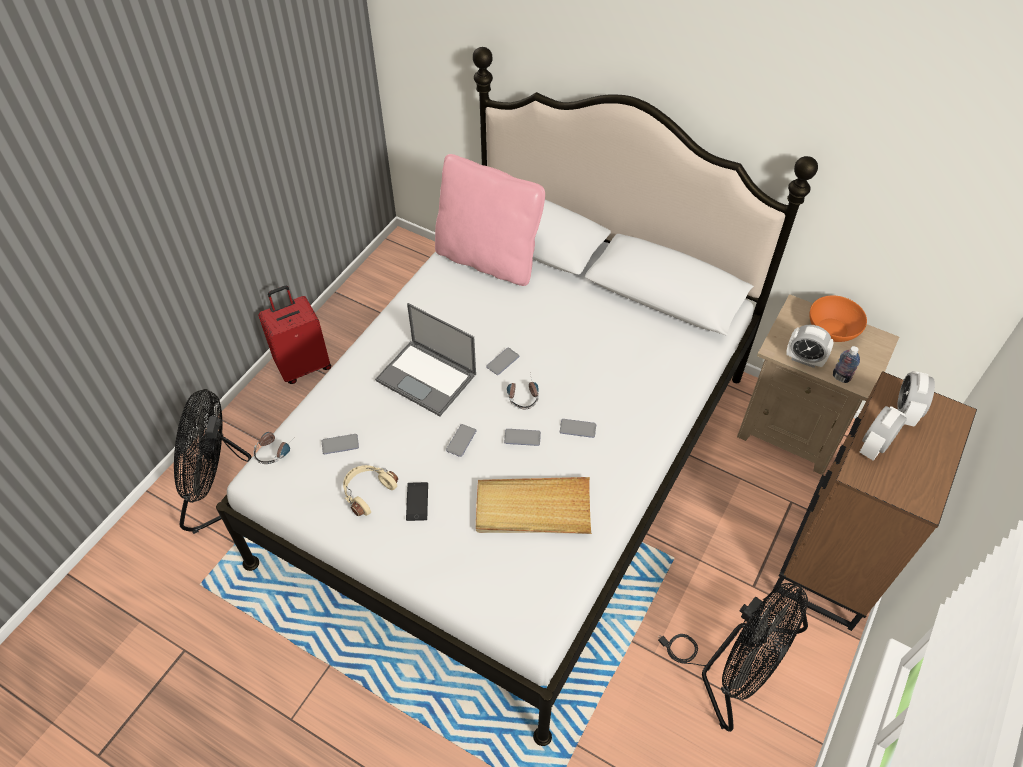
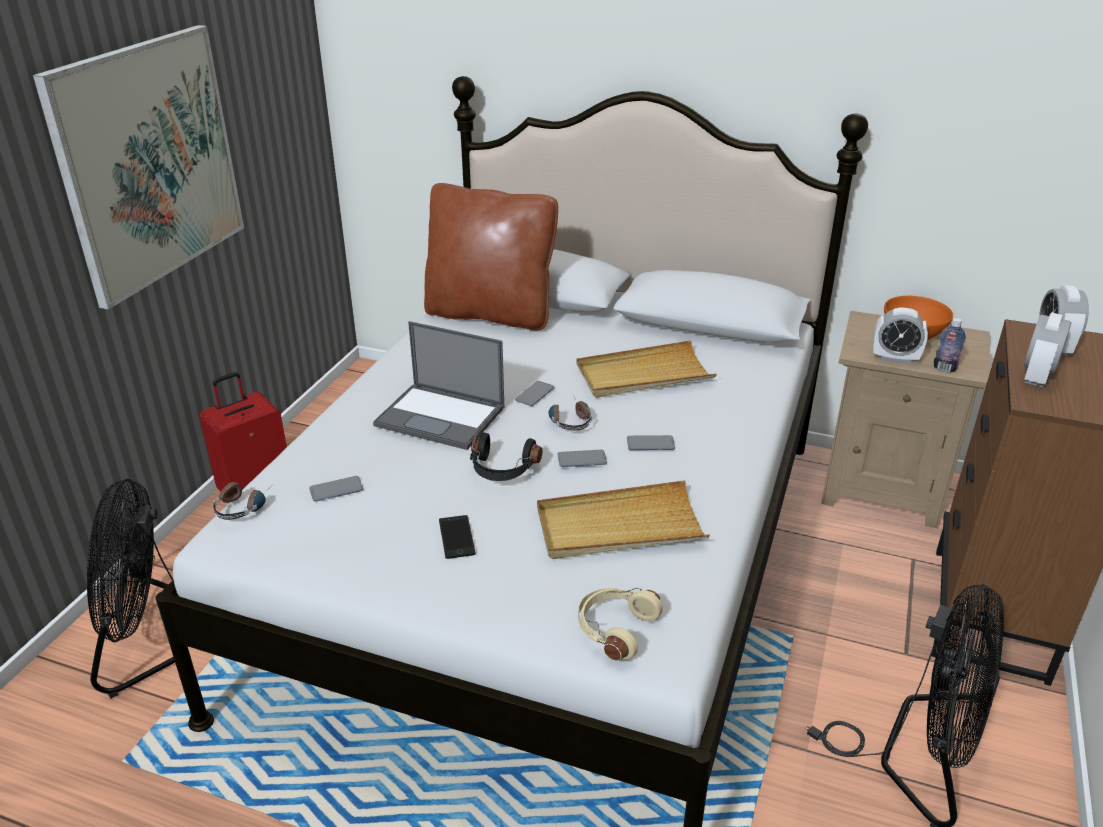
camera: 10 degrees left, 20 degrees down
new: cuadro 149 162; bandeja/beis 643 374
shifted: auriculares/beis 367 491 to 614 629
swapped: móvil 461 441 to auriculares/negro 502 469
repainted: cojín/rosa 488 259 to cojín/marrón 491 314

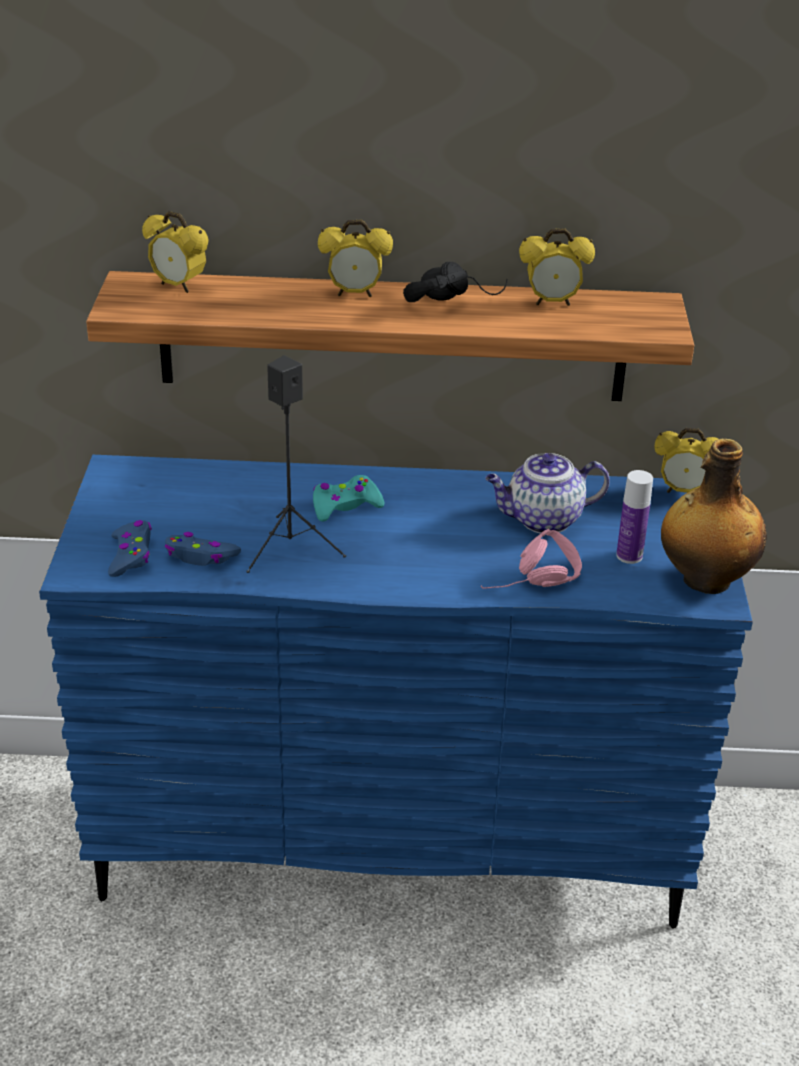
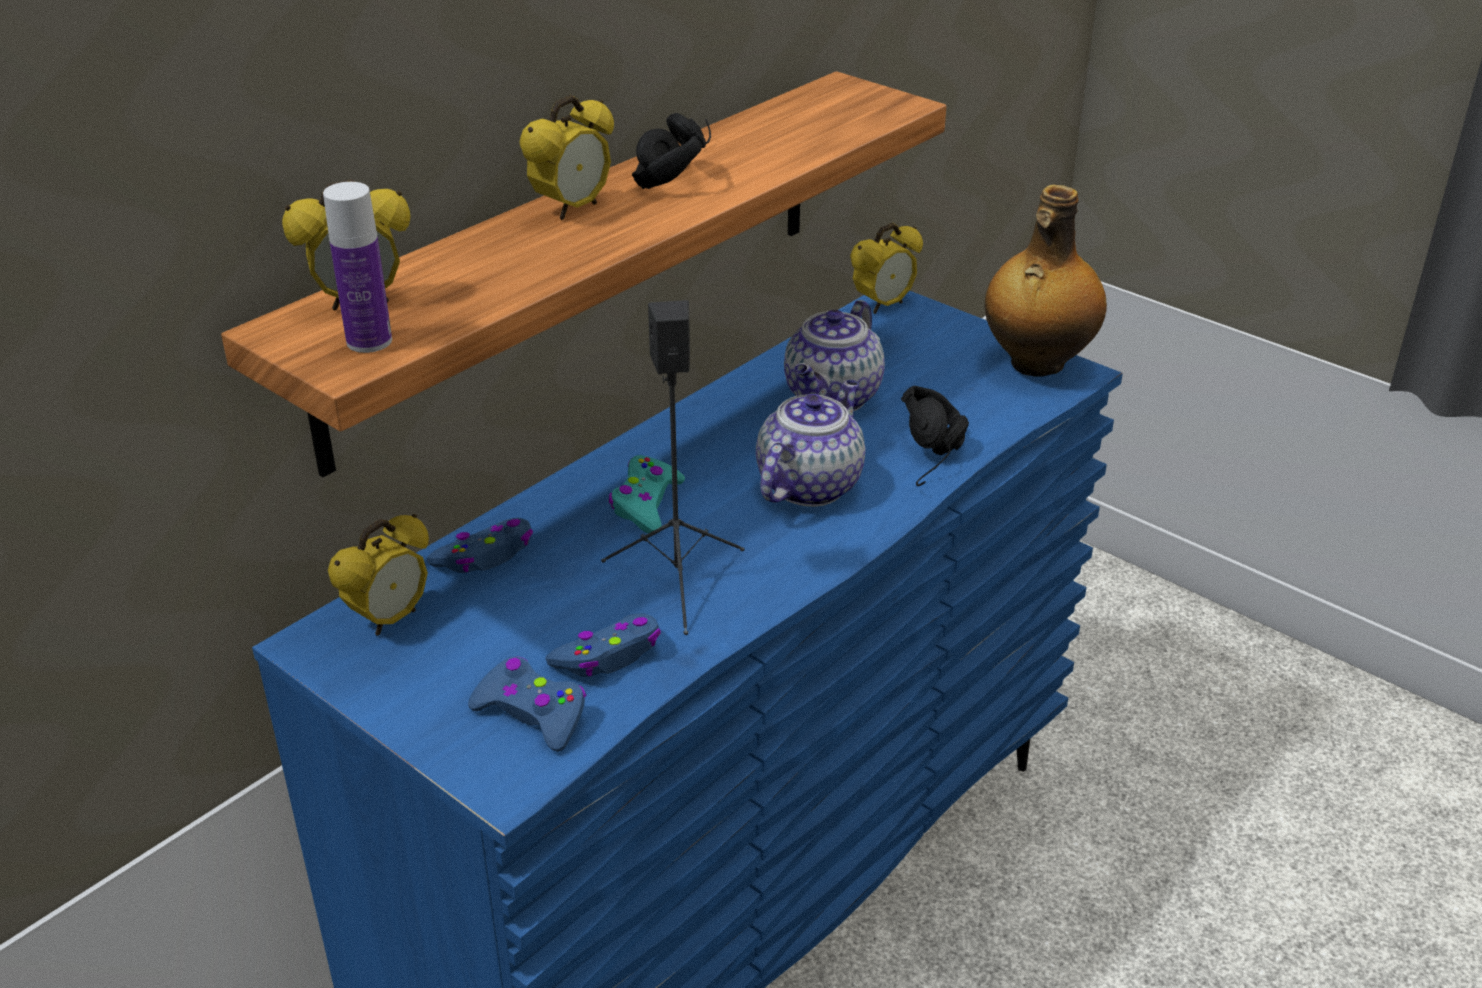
camera: 50 degrees left, 0 degrees up
new: tetera 809 484; mando de consola/azul 486 556
shifted: despertador 552 303 to 390 619; botella 629 556 to 369 341
repainted: auriculares/rosa 533 586 to auriculares/negro 939 457

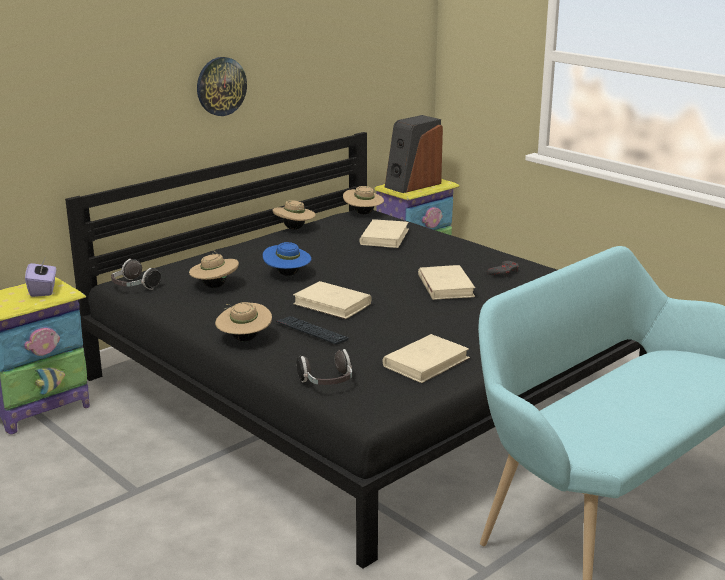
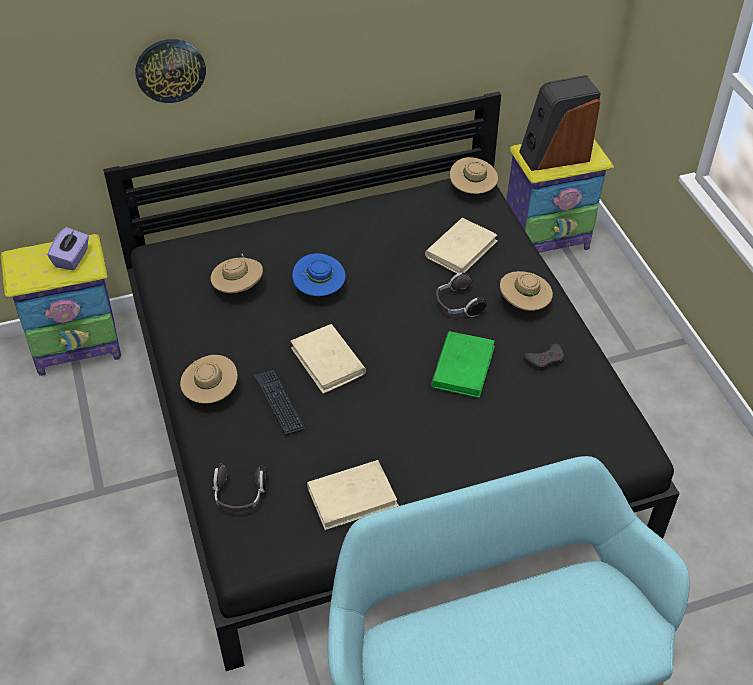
camera: 25 degrees right, 25 degrees up
shifted: reloj de pared 221 86 to 170 70; sombrero/beis 294 229 to 524 304; auriculares 134 287 to 457 305
repainted: libro/beis 445 286 to libro/verde 463 367

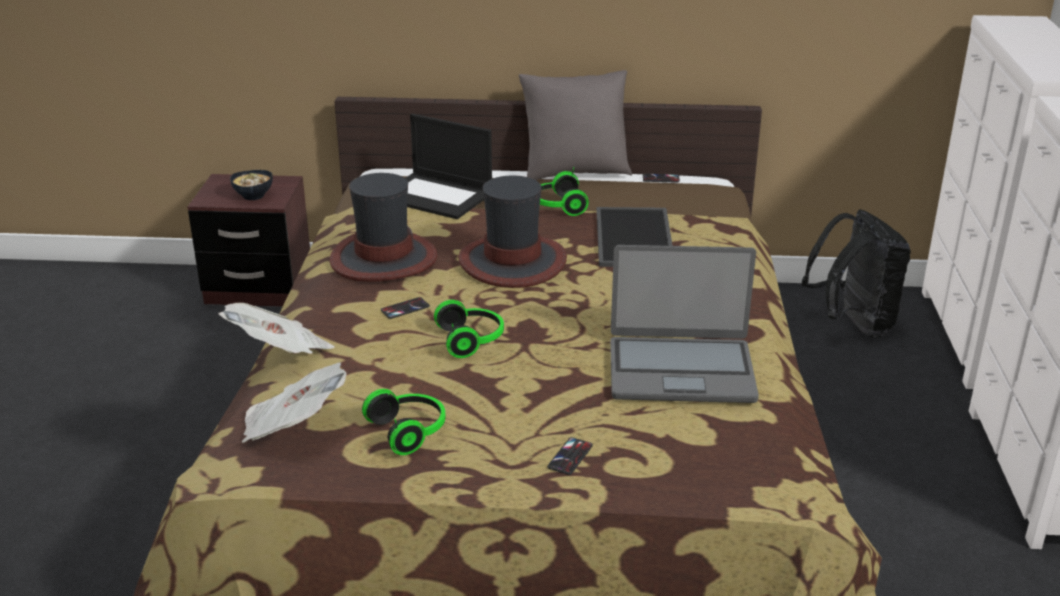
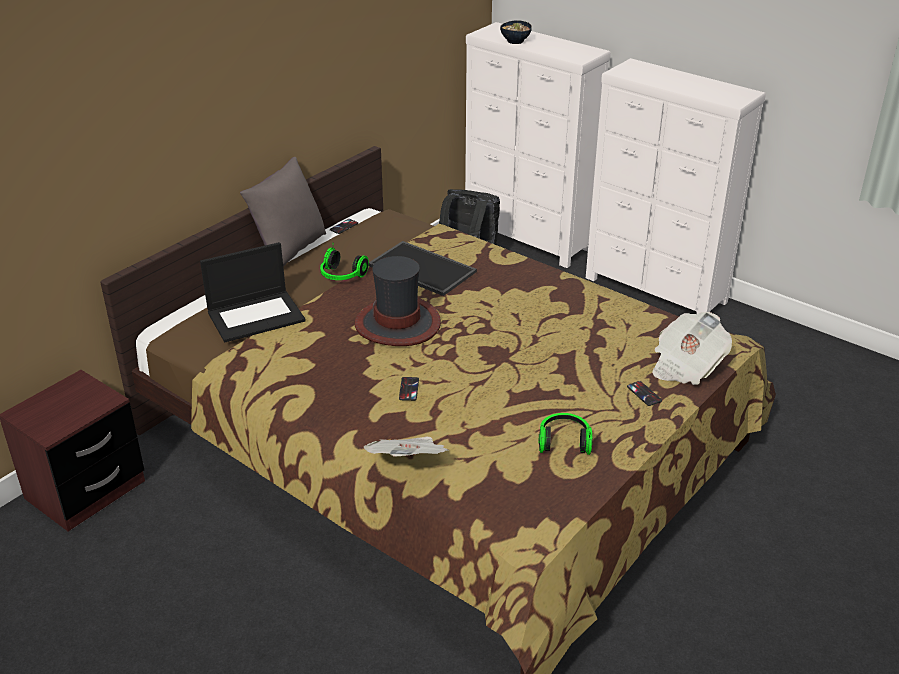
camera: 55 degrees left, 5 degrees up
gone: sombrero 383 259; portátil 681 370; auriculares 472 340
shifted: cuenco 254 196 to 516 41; periódico 293 427 to 686 365

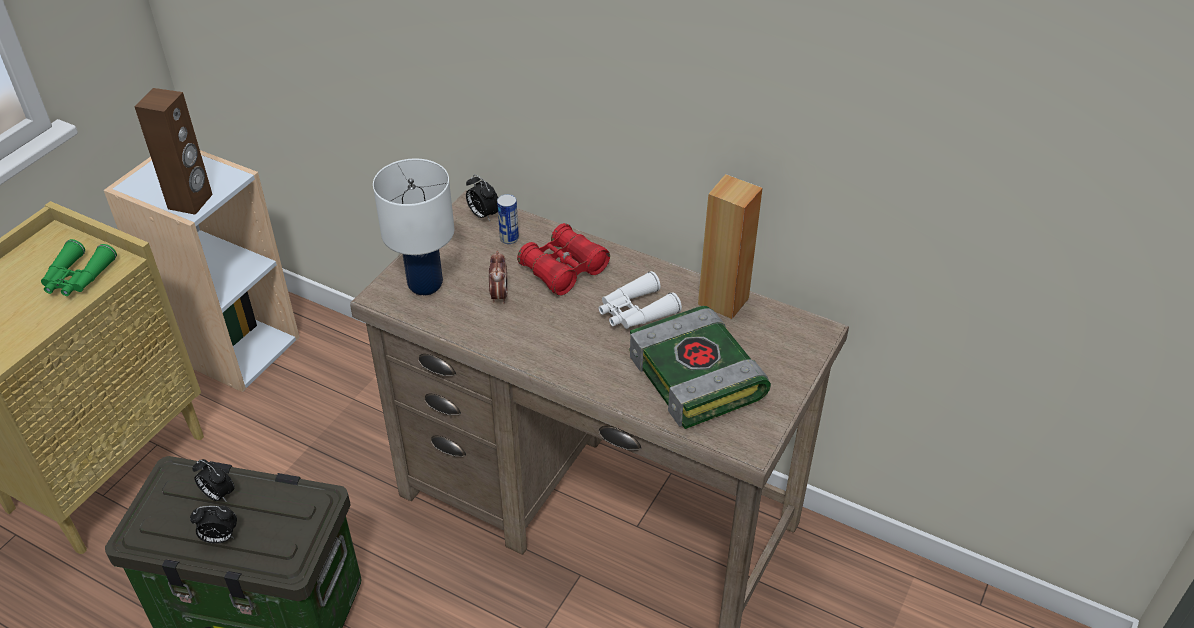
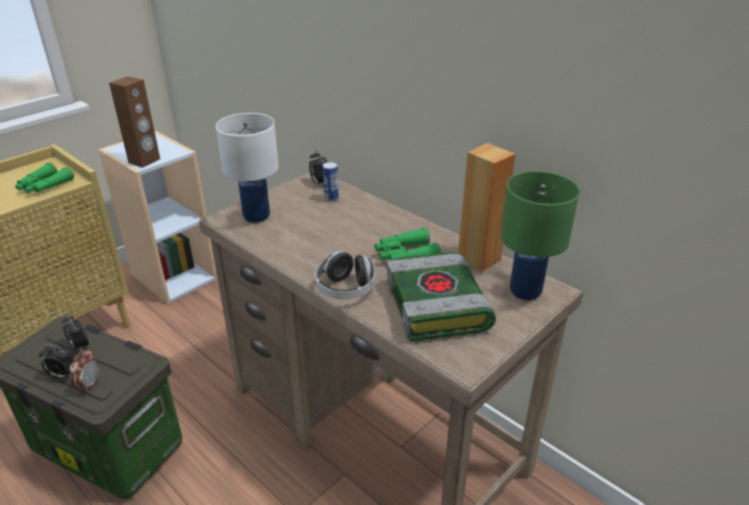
camera: 15 degrees right, 10 degrees down
gone: prismáticos/rojo 563 269
new: lámpara de mesa/verde 524 293; auriculares 346 289
shifted: despertador 499 295 to 89 384
repainted: prismáticos/blanco 635 312 to prismáticos/verde 405 255

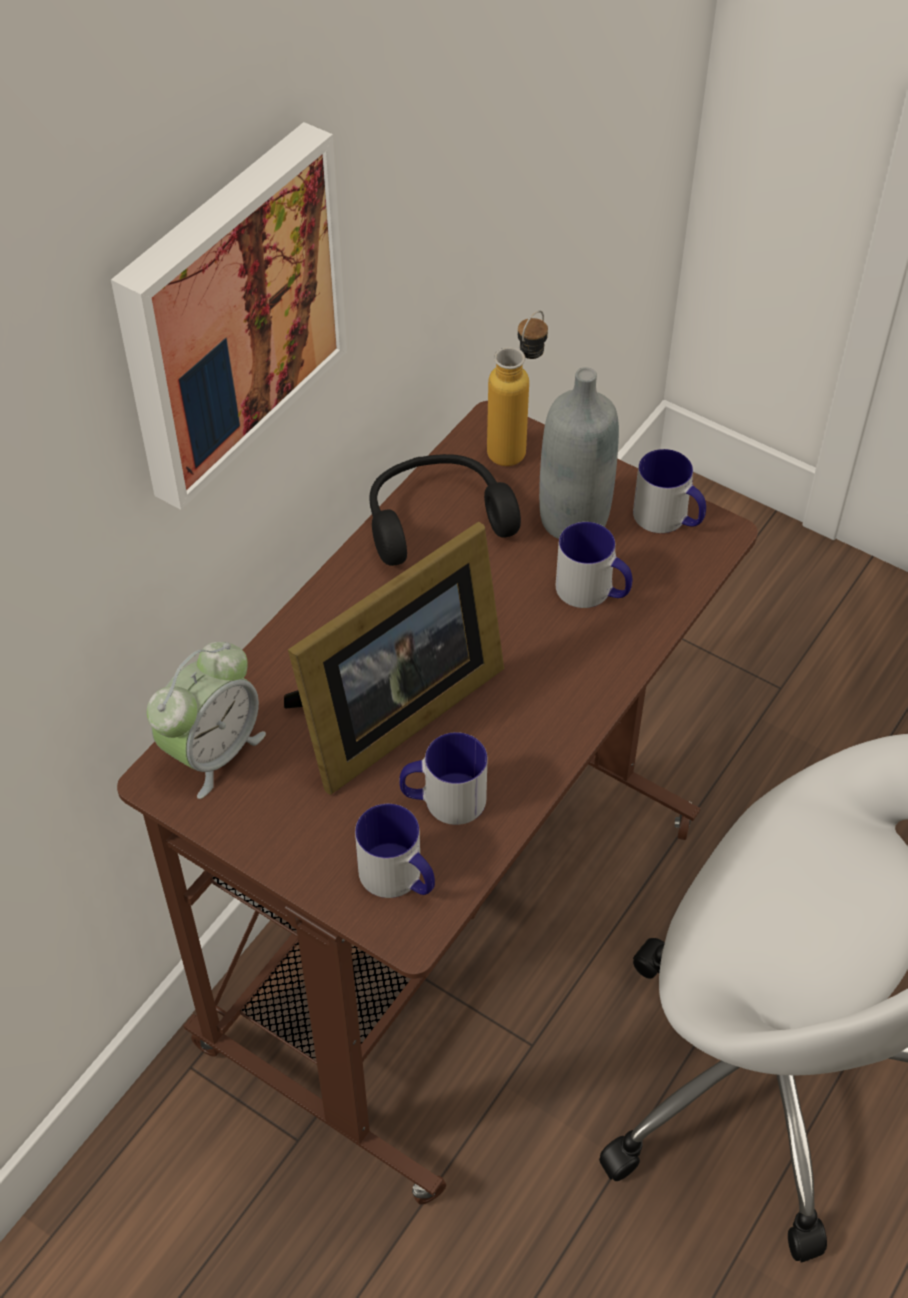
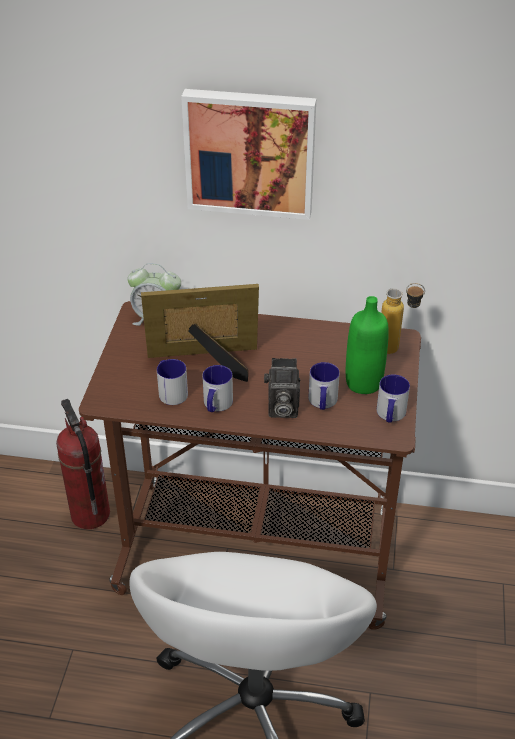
camera: 65 degrees right, 10 degrees down
gone: auriculares/negro 436 519
new: cámara 281 409; extintor 89 514
shifted: taza grande 399 878 to 216 405
repainted: botella/gris 574 520 to botella/verde 363 383
rotated: portarretratos 390 714 = 207 361 150 degrees clockwise

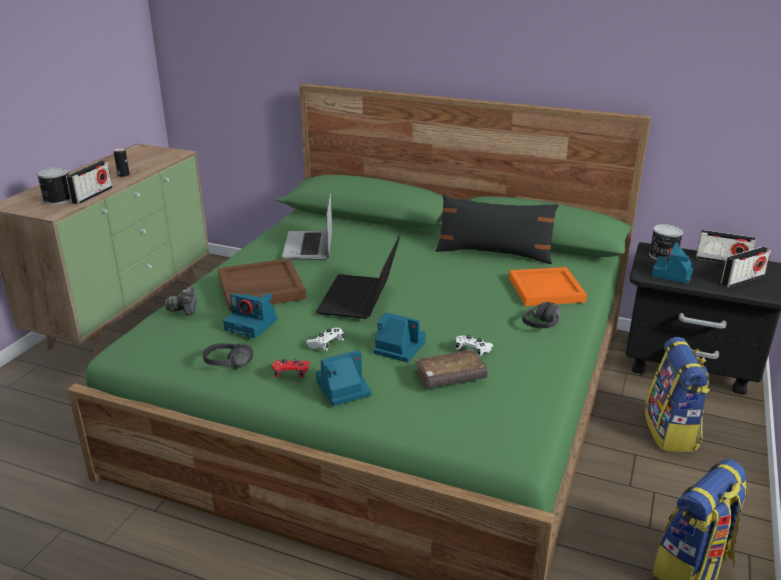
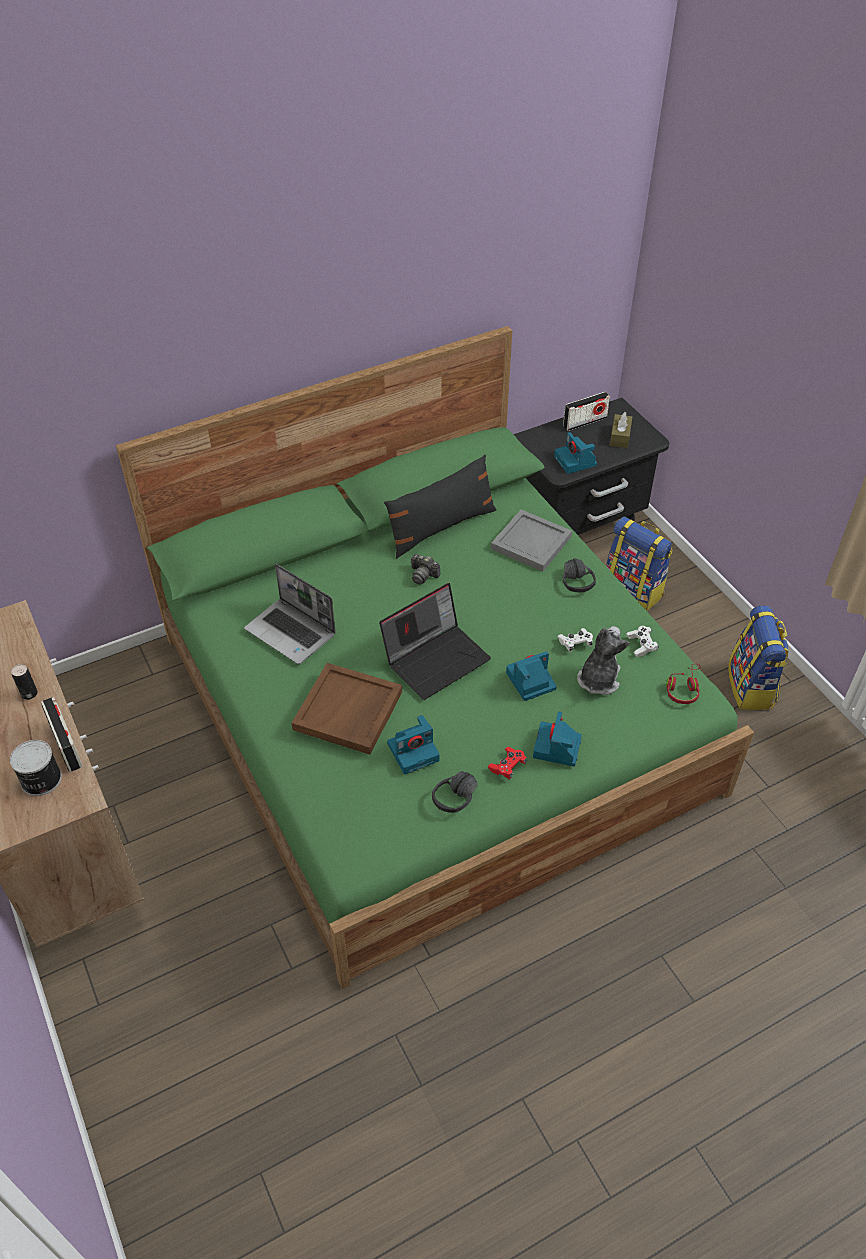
camera: 50 degrees left, 20 degrees up
gone: lata 663 255
new: auriculares/rojo 683 689
shifted: cámara 184 309 to 423 575; mando de consola/blanco 326 344 to 641 645
swapped: radio 742 280 to caja de pañuelos/marrón 620 437; libro/marrón 450 377 to peluche 598 679
repainted: bandeja/naranja 544 289 to bandeja/gris 530 543
rotated: portátil 360 299 = 436 658 90 degrees counterclockwise

